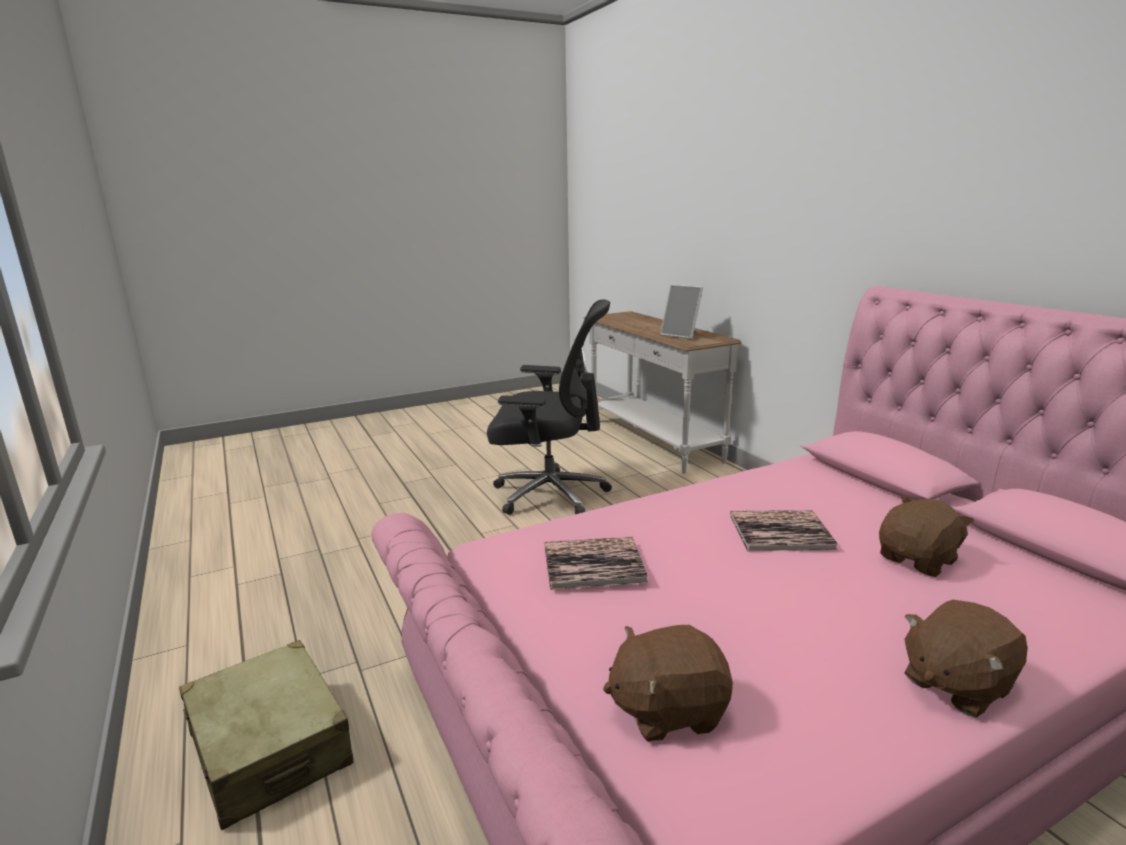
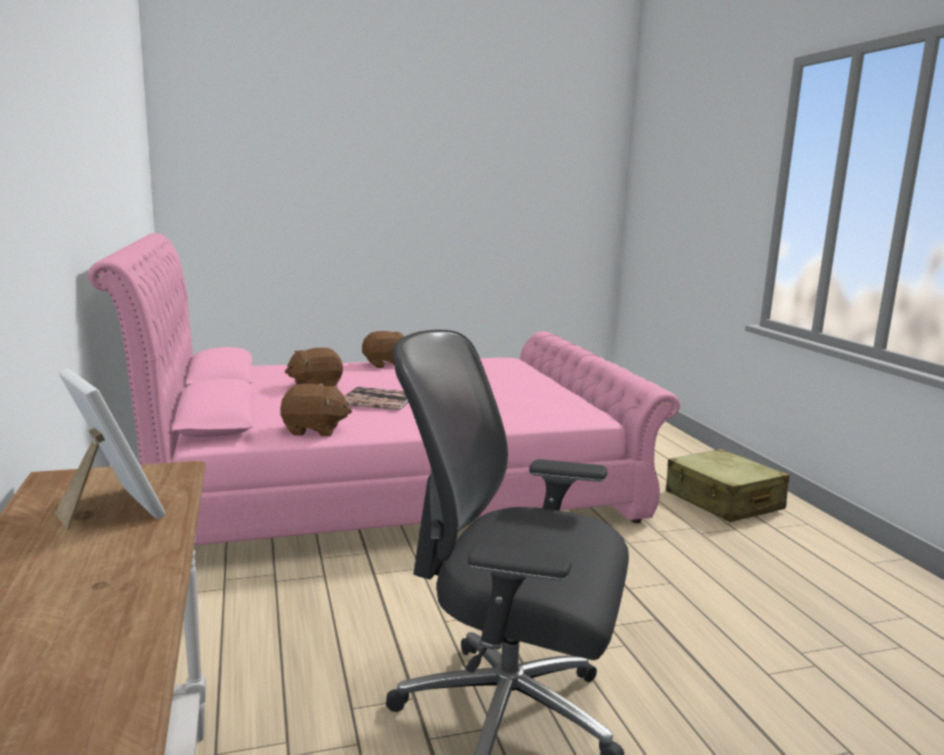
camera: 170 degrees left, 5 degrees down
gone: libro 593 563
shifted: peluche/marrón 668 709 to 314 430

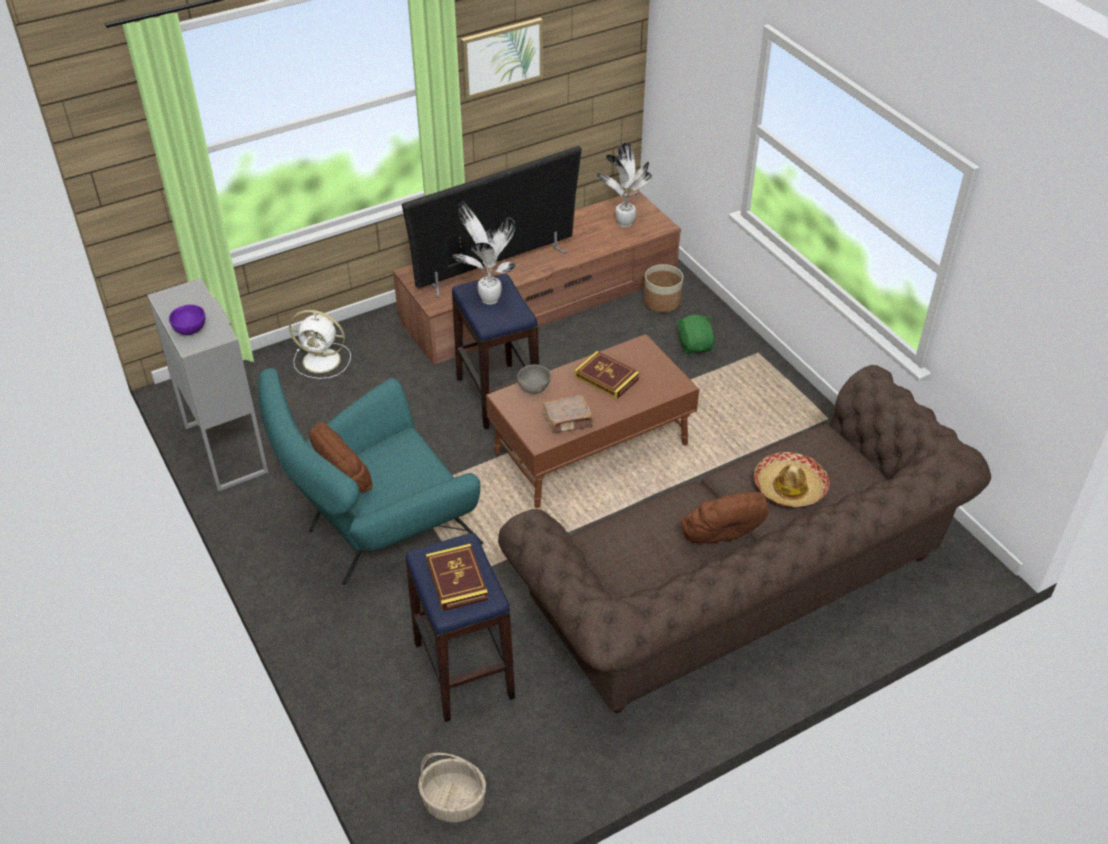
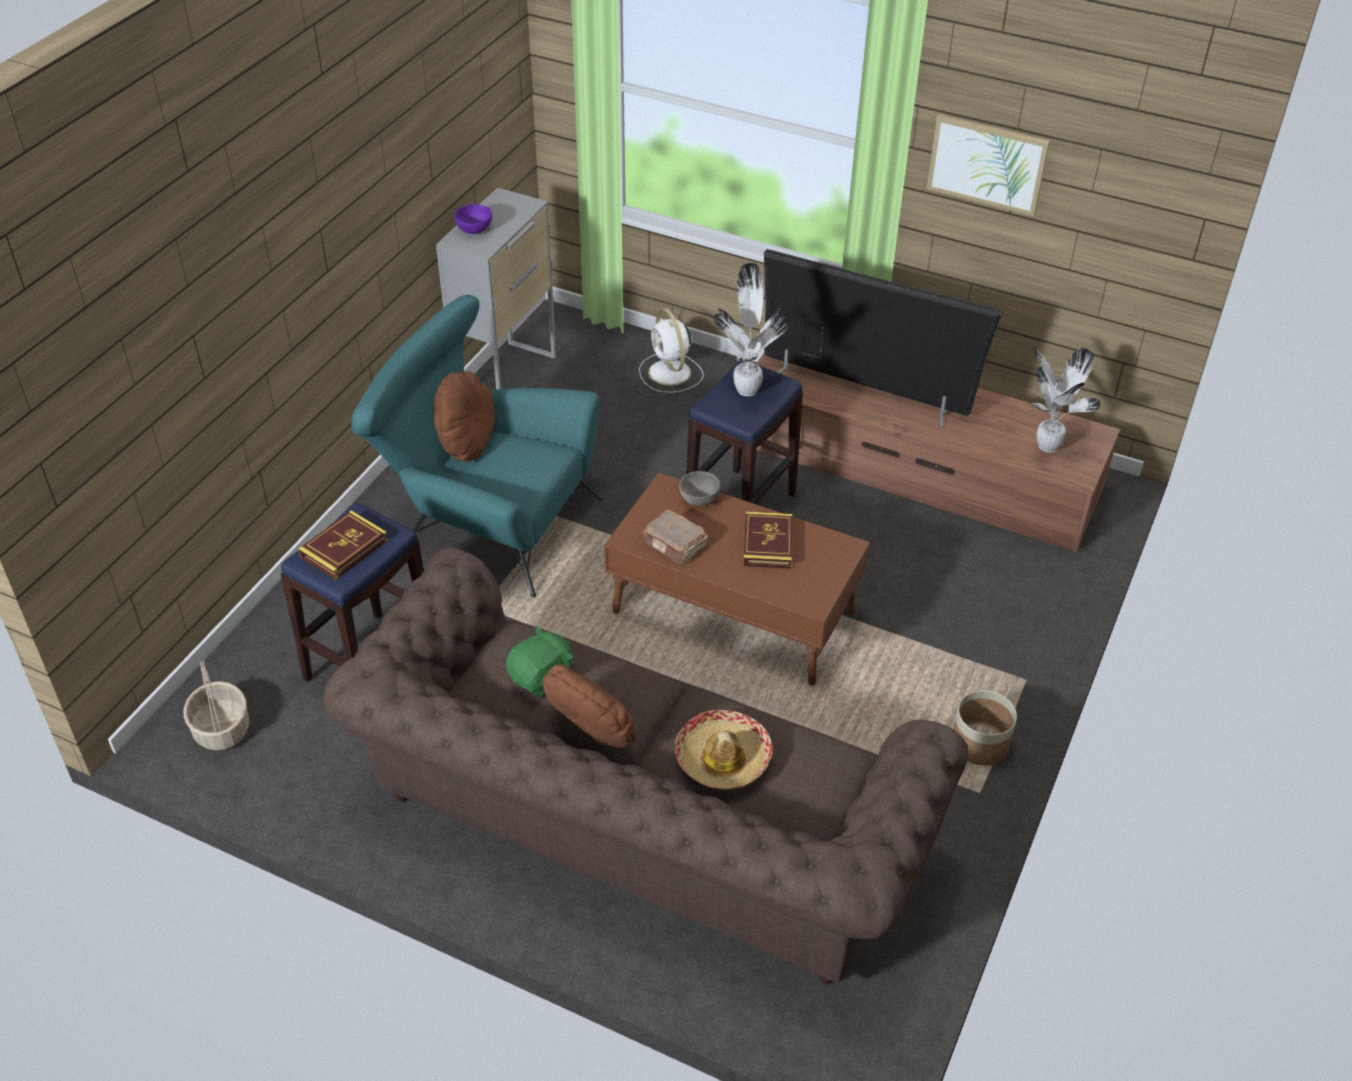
camera: 55 degrees right, 0 degrees up
shifted: maceta 662 301 to 980 744; peluche/verde 695 345 to 542 678

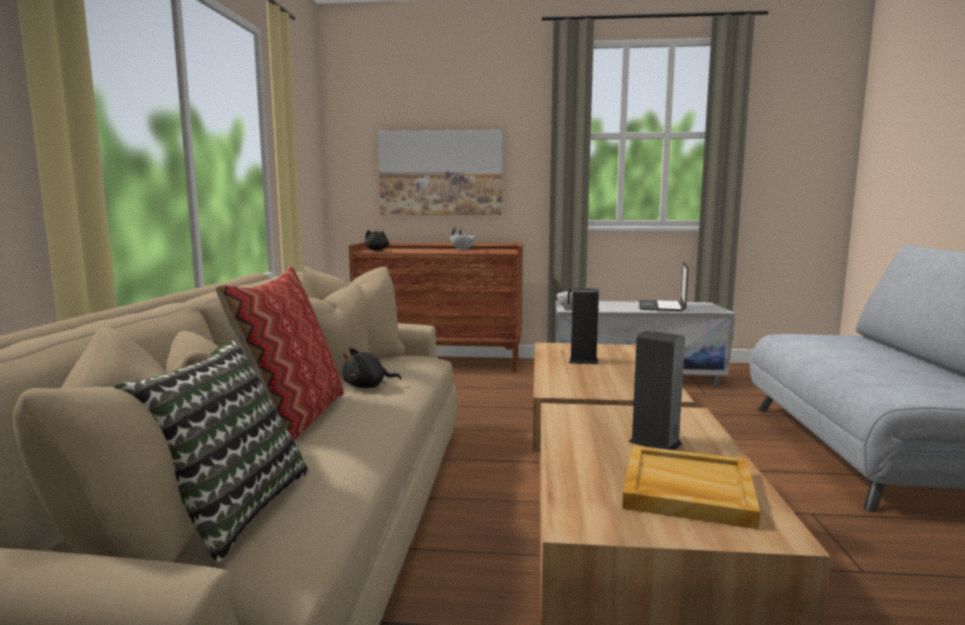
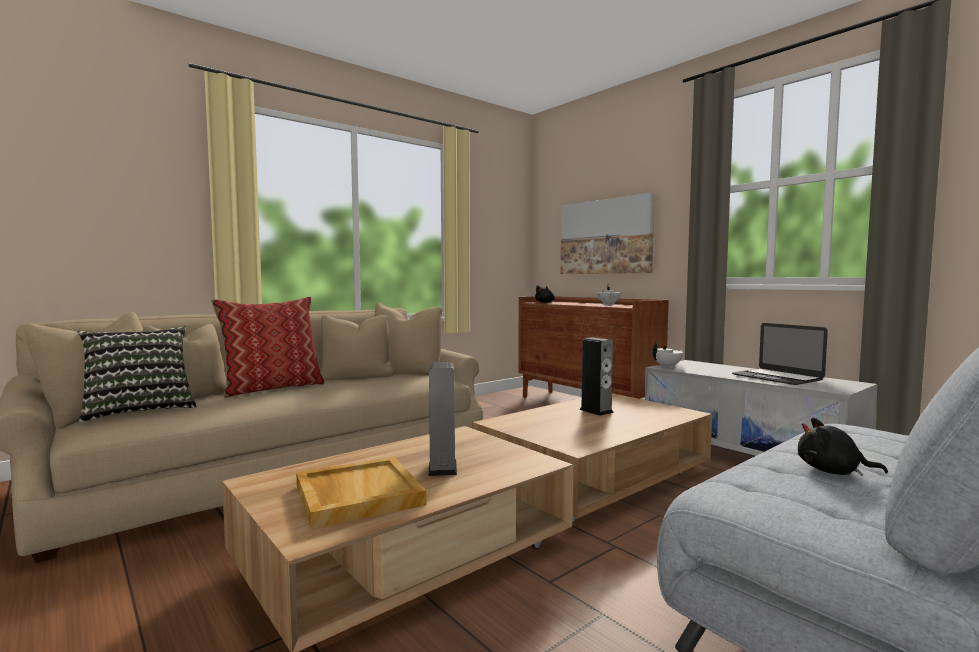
camera: 45 degrees right, 5 degrees down
shifted: peluche/negro 367 386 to 833 472
rotated: portátil 661 306 = 776 377 90 degrees counterclockwise

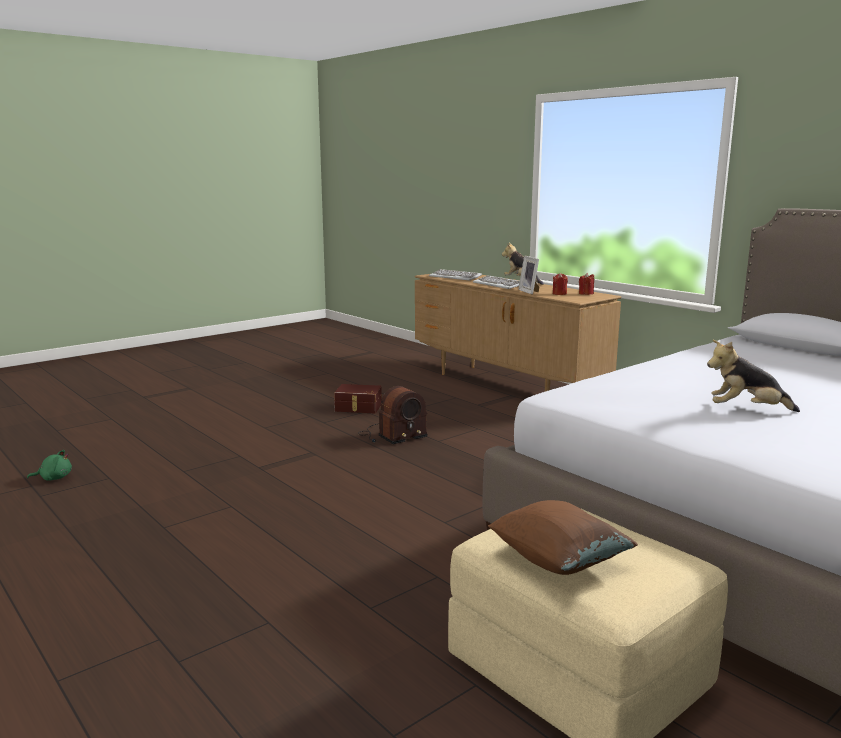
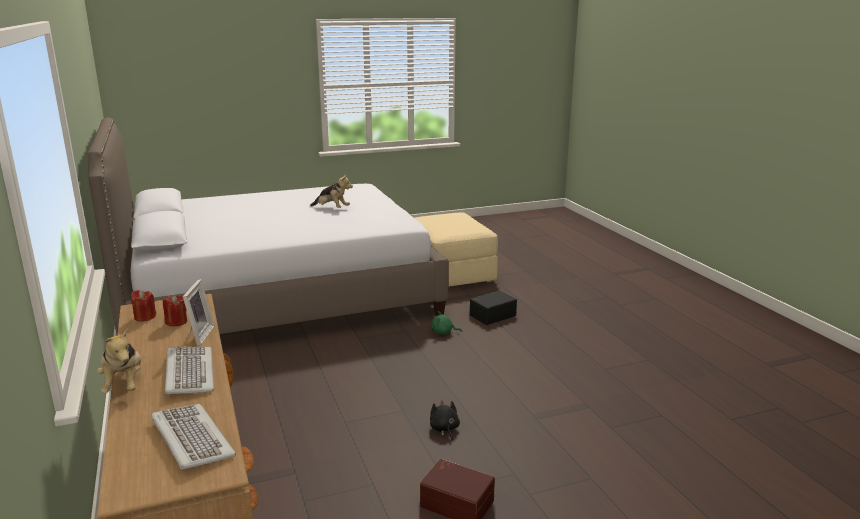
camera: 160 degrees left, 5 degrees up
gone: cojín/marrón 558 561
new: caja de almacenaje/negro 492 315
shifted: peluche/verde 54 478 to 443 332
swapped: radio 391 435 to peluche/negro 444 429

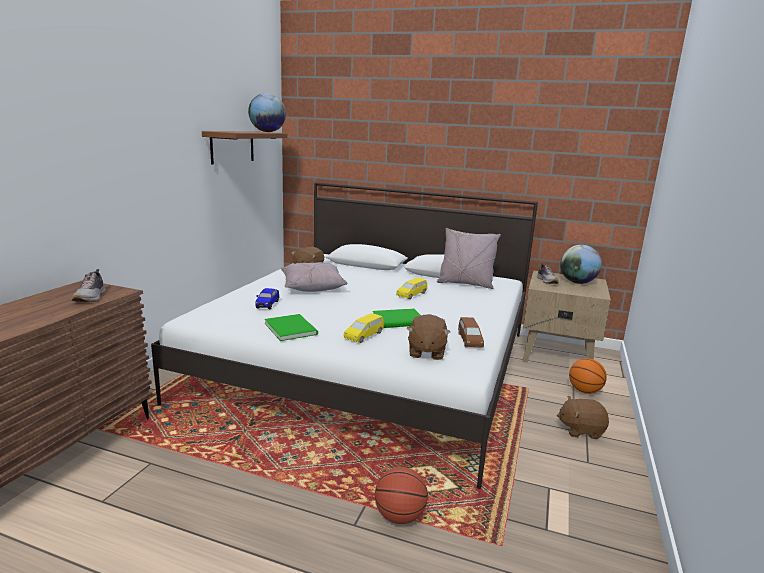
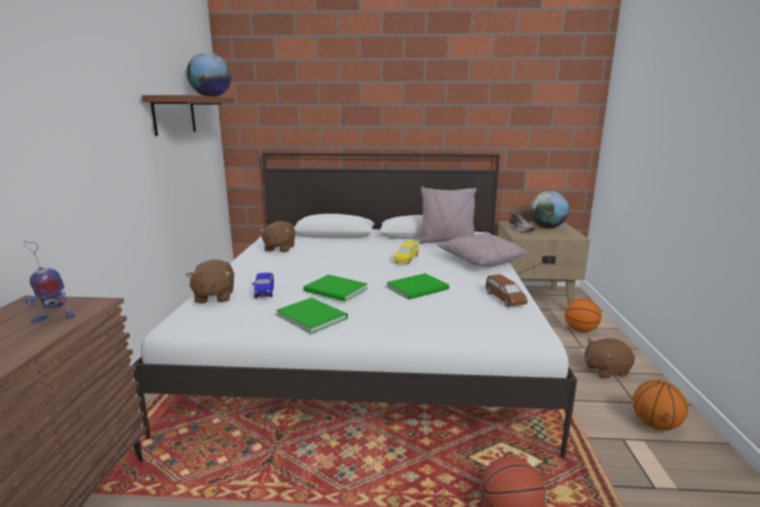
camera: 15 degrees left, 0 degrees up
gone: coche de juguete/amarillo 364 335
new: libro/verde 336 290; balón de baloncesto 655 425
shifted: cojín/morado 312 287 to 480 261; peluche/marrón 426 352 to 214 297
swapped: zapato 91 297 to robot de juguete 53 319

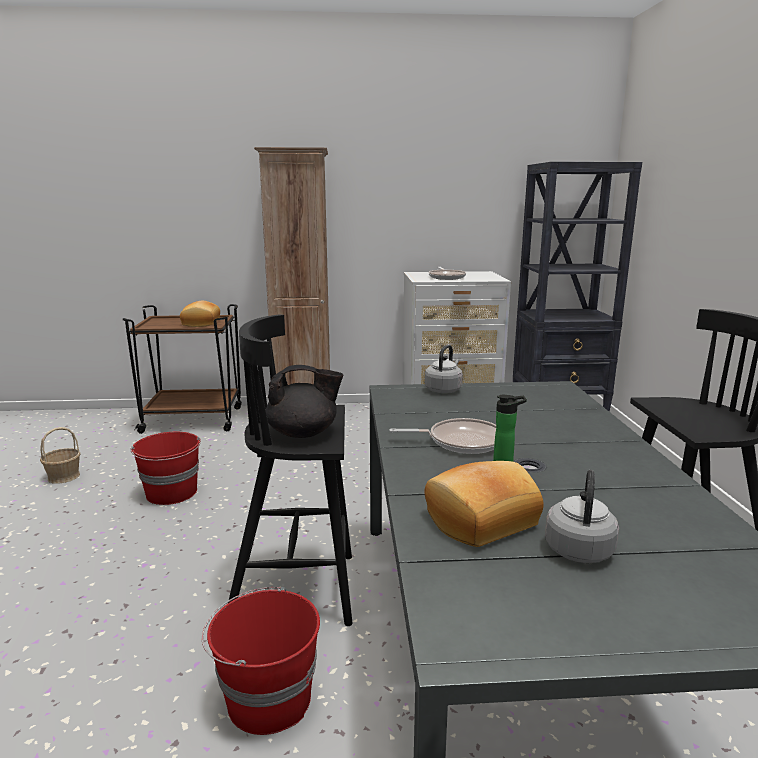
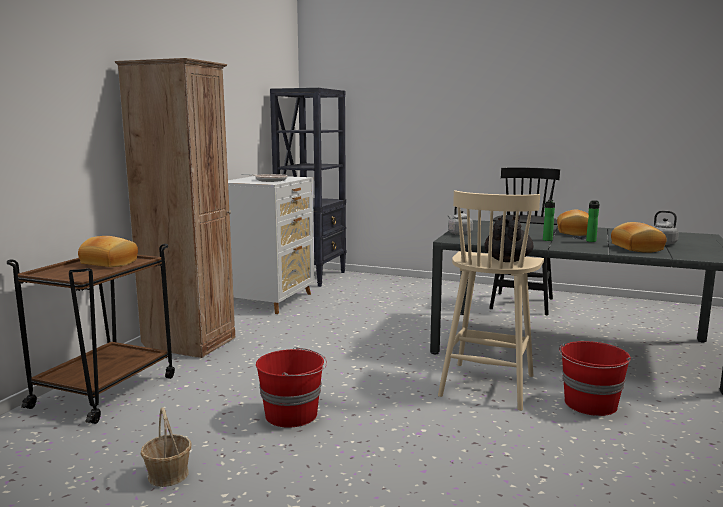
camera: 65 degrees left, 5 degrees down
new: pan 573 232
swapped: sartén 461 441 to botella 547 240
repainted: taburete/negro 298 589 to taburete/beis 487 383

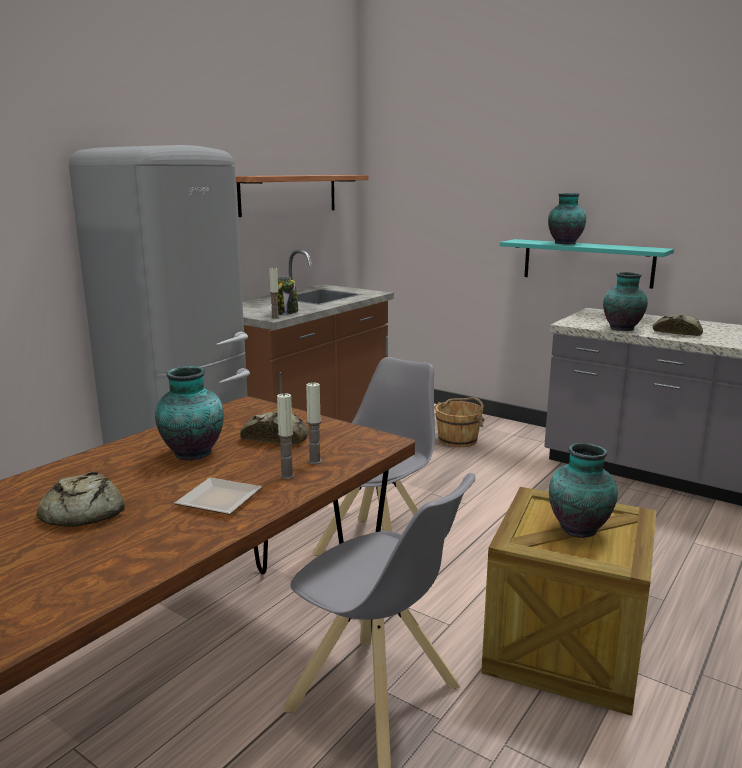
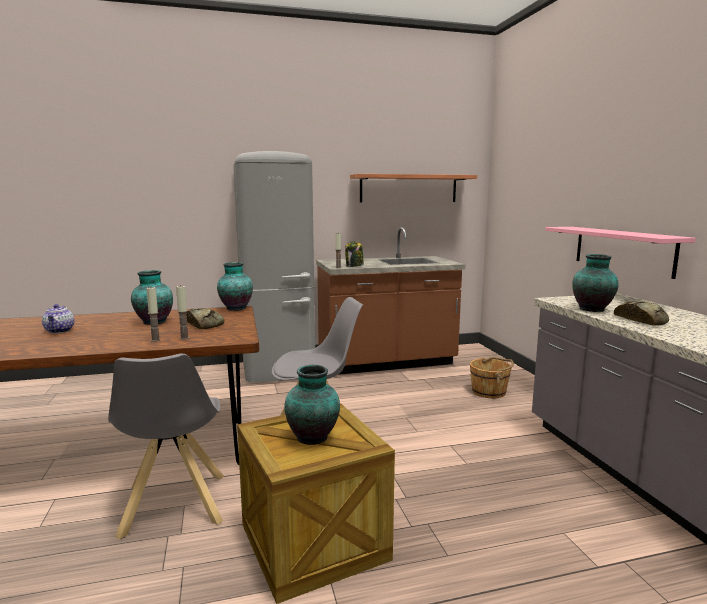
camera: 40 degrees right, 5 degrees down
gone: plato 218 498
shifted: florero 564 243 to 235 308
swapped: pan 81 512 to tetera 59 331
repainted: estante/turquesa 587 263 to estante/rosa 622 250

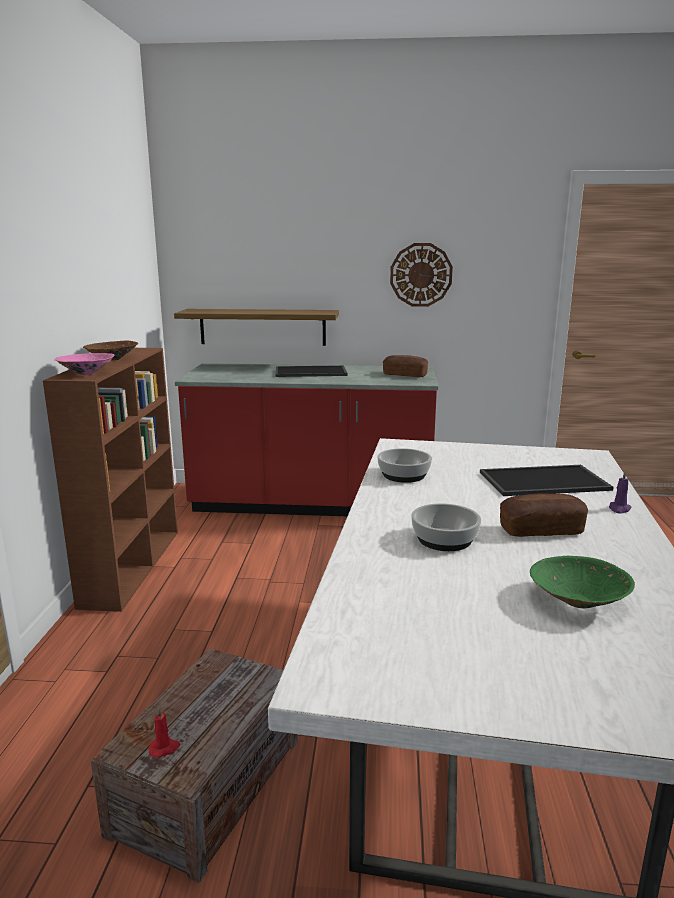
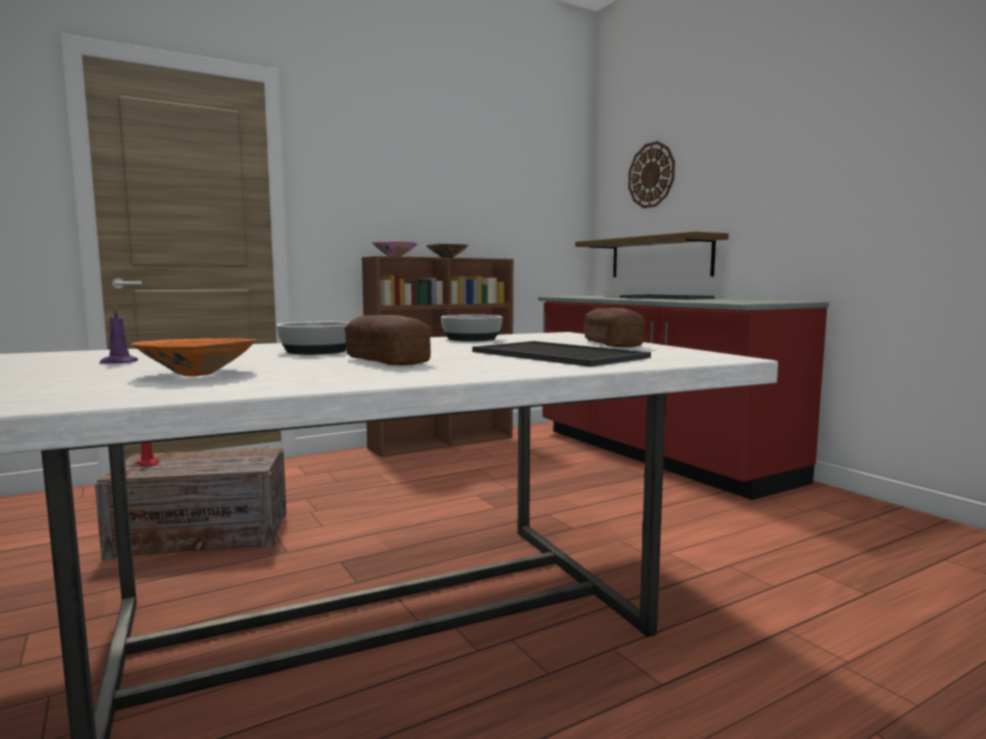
camera: 55 degrees right, 10 degrees down
shifted: reloj de pared 421 275 to 651 175; pan 405 375 to 612 344; vela/morado 619 509 to 118 362
repainted: cuenco/verde 576 601 to cuenco/naranja 199 373

